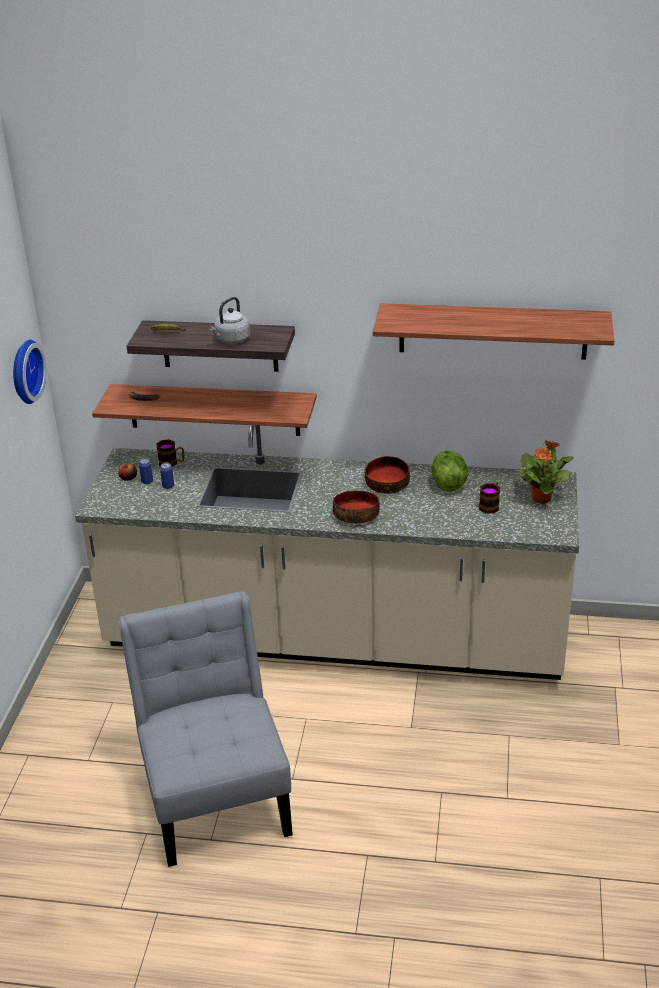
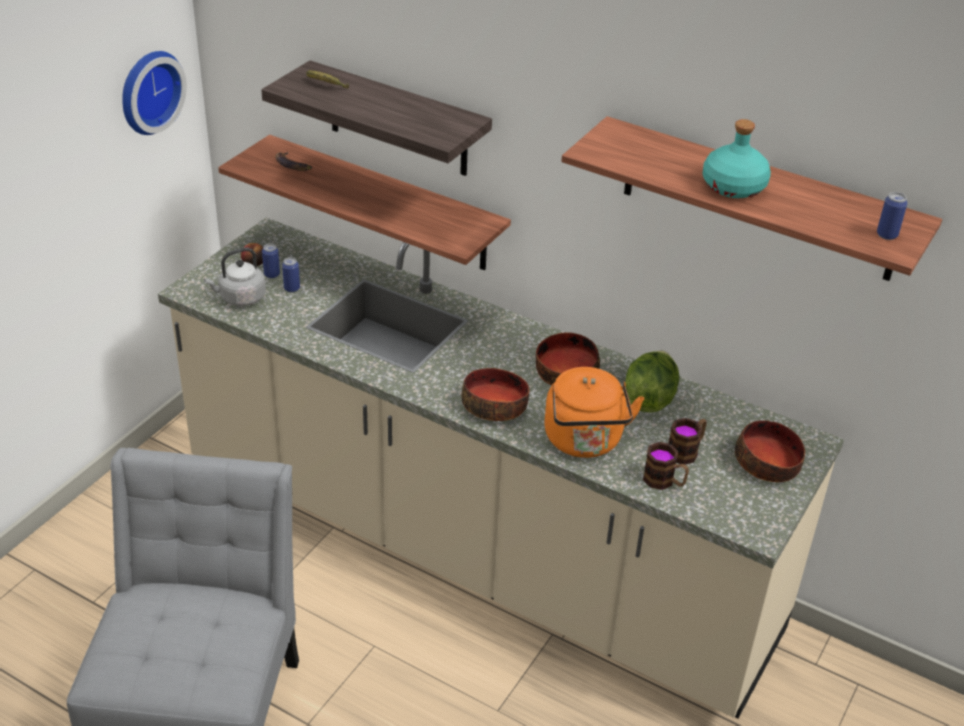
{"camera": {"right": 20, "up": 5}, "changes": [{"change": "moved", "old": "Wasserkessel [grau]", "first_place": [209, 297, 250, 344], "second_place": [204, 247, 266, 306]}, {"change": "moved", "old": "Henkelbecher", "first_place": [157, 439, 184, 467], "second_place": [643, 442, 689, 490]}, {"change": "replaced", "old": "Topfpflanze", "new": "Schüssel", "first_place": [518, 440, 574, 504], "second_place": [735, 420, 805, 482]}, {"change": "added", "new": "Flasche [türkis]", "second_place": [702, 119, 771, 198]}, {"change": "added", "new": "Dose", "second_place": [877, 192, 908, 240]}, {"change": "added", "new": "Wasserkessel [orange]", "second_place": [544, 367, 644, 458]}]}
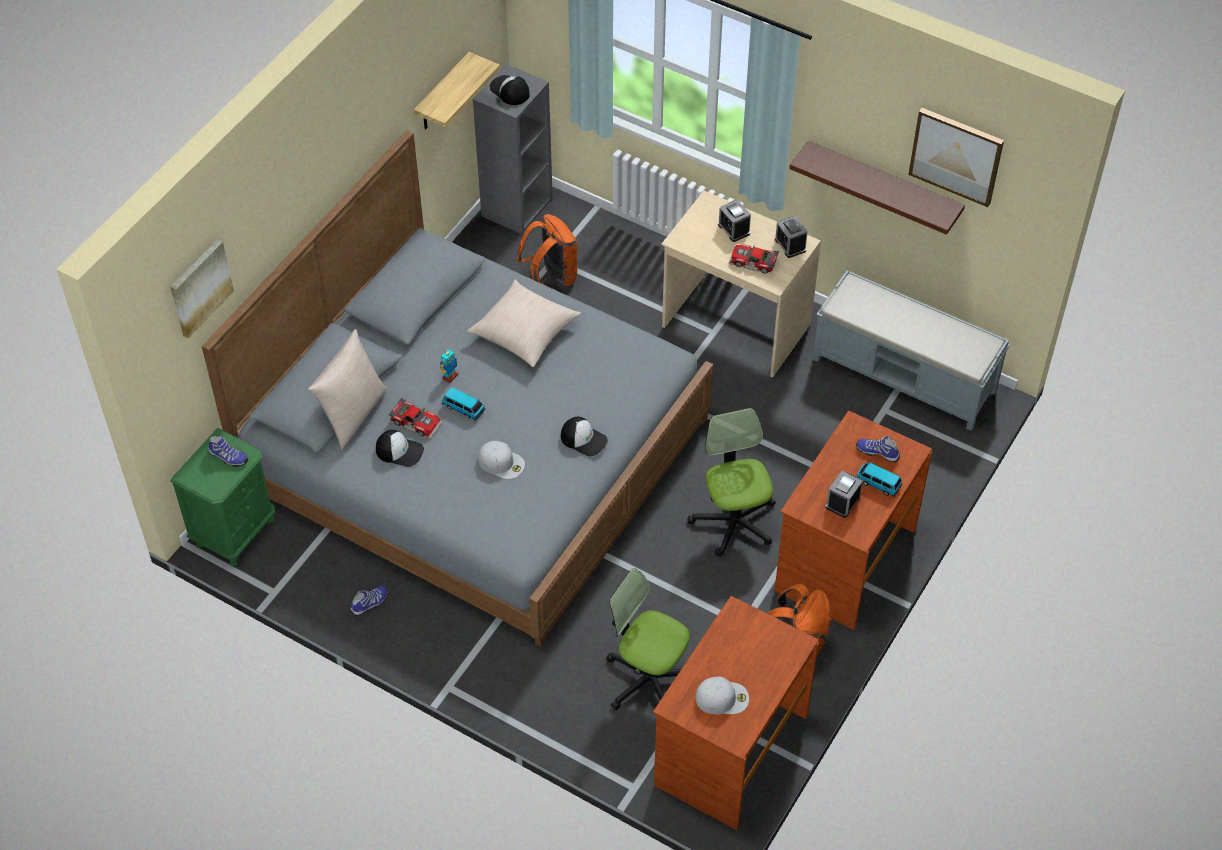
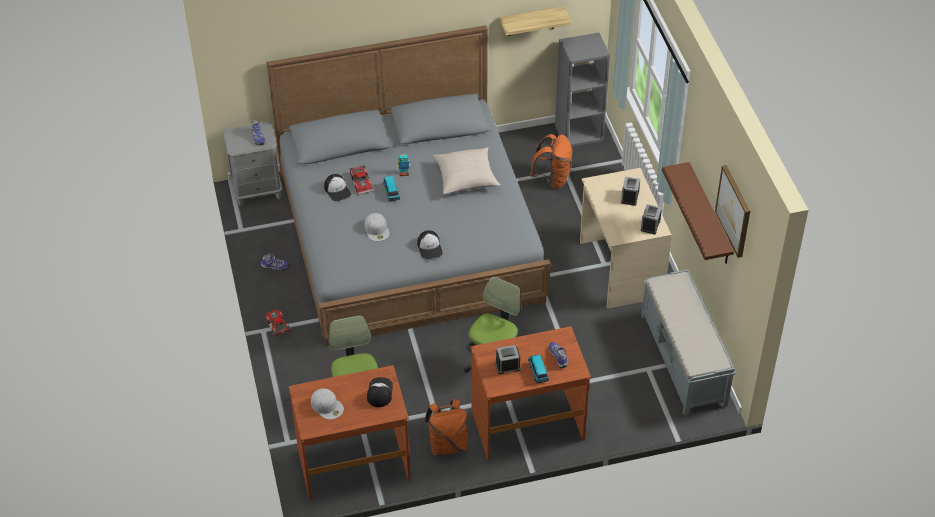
{"camera": {"right": 45, "up": -5}, "changes": [{"change": "moved", "old": "Kappe", "first_place": [490, 75, 530, 105], "second_place": [367, 377, 393, 407]}, {"change": "removed", "old": "Bild", "first_place": [170, 239, 234, 339]}, {"change": "moved", "old": "Spielzeugauto", "first_place": [729, 244, 779, 274], "second_place": [264, 309, 291, 336]}, {"change": "removed", "old": "Kissen [beige]", "first_place": [308, 329, 387, 449]}, {"change": "recoloured", "old": "Nachttisch [grün]", "new": "Nachttisch [grau]", "first_place": [170, 428, 275, 566], "second_place": [223, 122, 283, 206]}]}
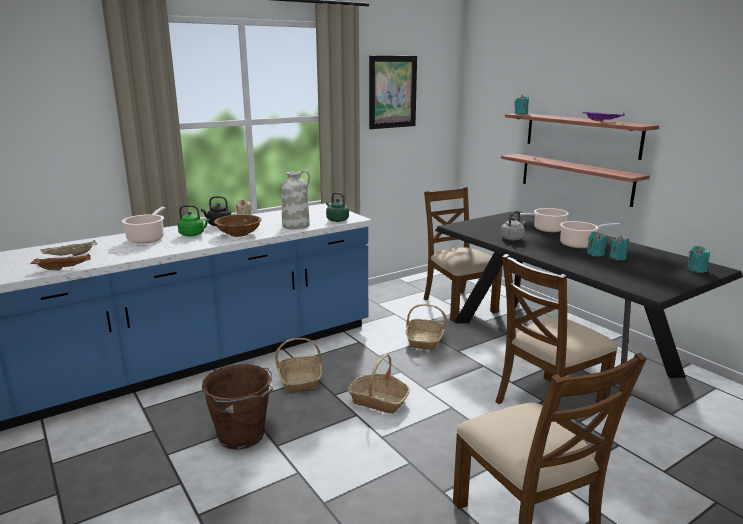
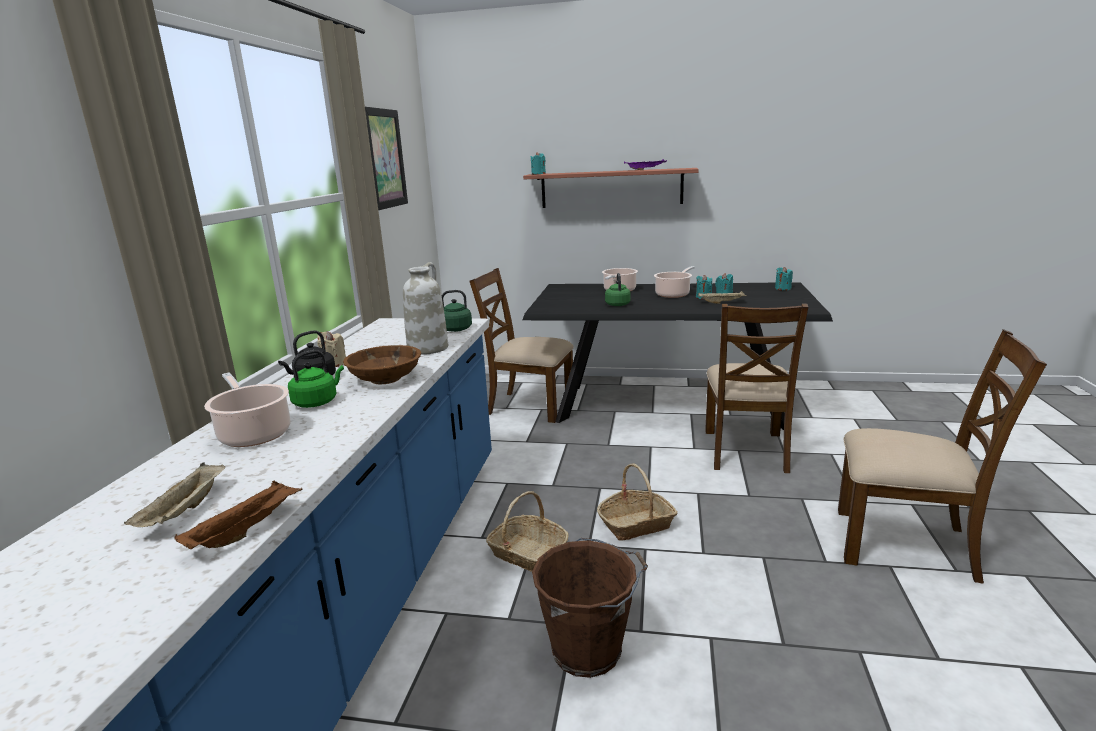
{"camera": {"right": -45, "up": 0}, "changes": [{"change": "removed", "old": "Wandregal", "first_place": [501, 154, 650, 207]}, {"change": "recoloured", "old": "Wasserkessel [grau]", "new": "Wasserkessel [grün]", "first_place": [501, 211, 526, 241], "second_place": [605, 273, 631, 306]}, {"change": "removed", "old": "Korb", "first_place": [406, 304, 447, 350]}, {"change": "added", "new": "Tablett [beige]", "second_place": [698, 291, 747, 304]}]}
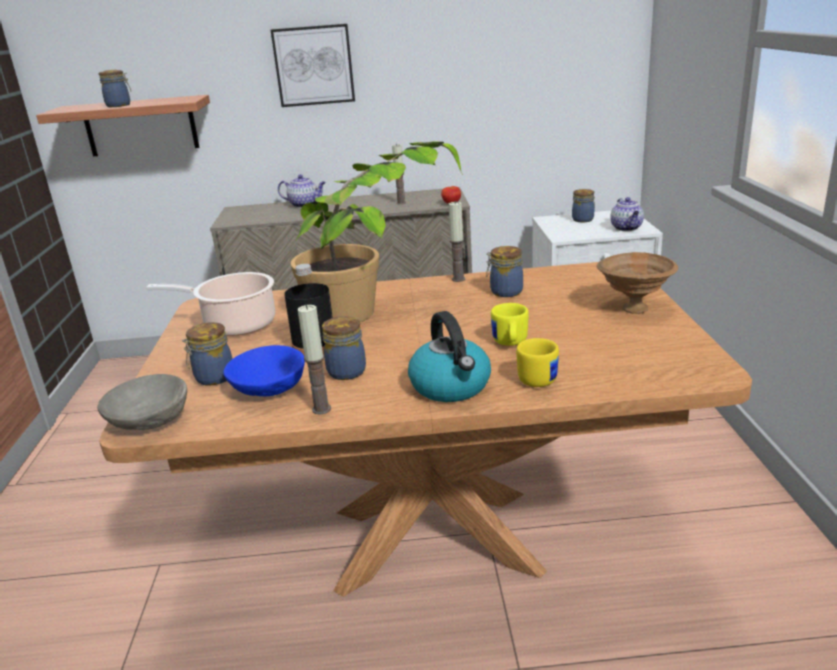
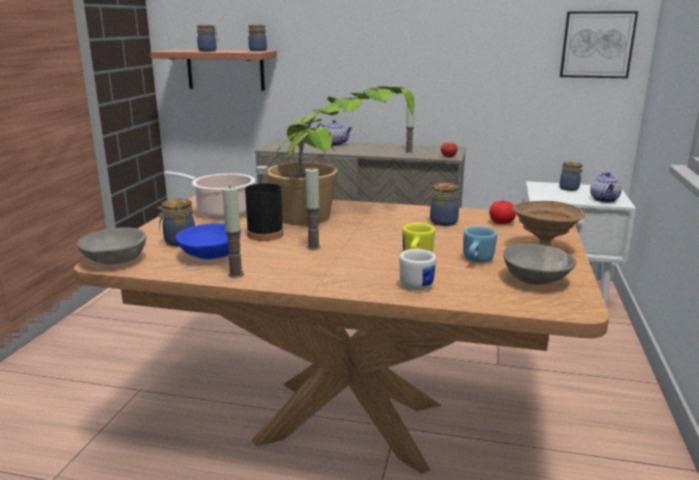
{"camera": {"right": 15, "up": -5}, "changes": [{"change": "moved", "old": "Bild", "first_place": [271, 24, 355, 107], "second_place": [560, 11, 638, 78]}, {"change": "moved", "old": "Kerze", "first_place": [449, 201, 465, 282], "second_place": [305, 168, 321, 250]}, {"change": "removed", "old": "Wasserkessel", "first_place": [408, 311, 491, 402]}, {"change": "moved", "old": "Vorratsglas", "first_place": [322, 316, 366, 380], "second_place": [248, 24, 267, 51]}, {"change": "recoloured", "old": "Henkelbecher [gelb]", "new": "Henkelbecher [weiß]", "first_place": [516, 338, 559, 387], "second_place": [399, 249, 436, 290]}, {"change": "added", "new": "Tomate", "second_place": [489, 200, 516, 224]}, {"change": "added", "new": "Henkelbecher [blau]", "second_place": [463, 226, 497, 263]}, {"change": "added", "new": "Schüssel [grau]", "second_place": [503, 244, 576, 285]}]}
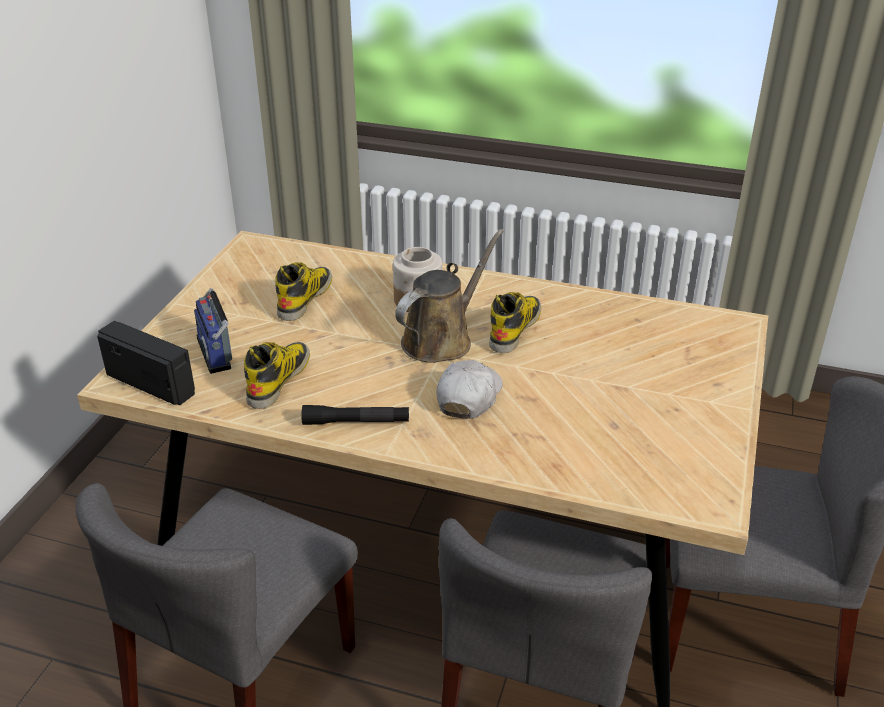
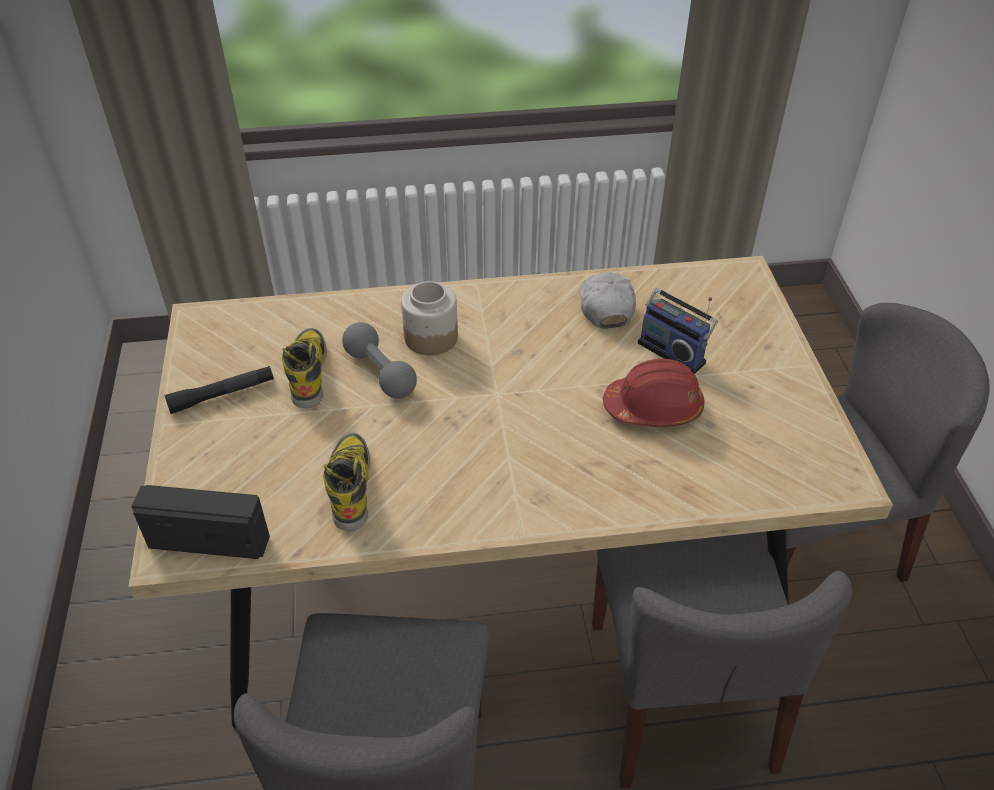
{"camera": {"right": -25, "up": 10}, "changes": [{"change": "removed", "old": "Gießkanne [braun]", "first_place": [395, 229, 504, 363]}, {"change": "moved", "old": "Radio", "first_place": [194, 288, 232, 374], "second_place": [638, 288, 718, 374]}, {"change": "removed", "old": "Stiefel", "first_place": [489, 292, 541, 353]}, {"change": "moved", "old": "Kappe [weiß]", "first_place": [436, 360, 503, 419], "second_place": [580, 272, 636, 328]}, {"change": "moved", "old": "Taschenlampe [schwarz]", "first_place": [302, 405, 409, 425], "second_place": [164, 366, 274, 414]}, {"change": "added", "new": "Hantel [grau]", "second_place": [342, 322, 417, 398]}, {"change": "added", "new": "Schutzhelm [rot]", "second_place": [603, 358, 705, 427]}]}
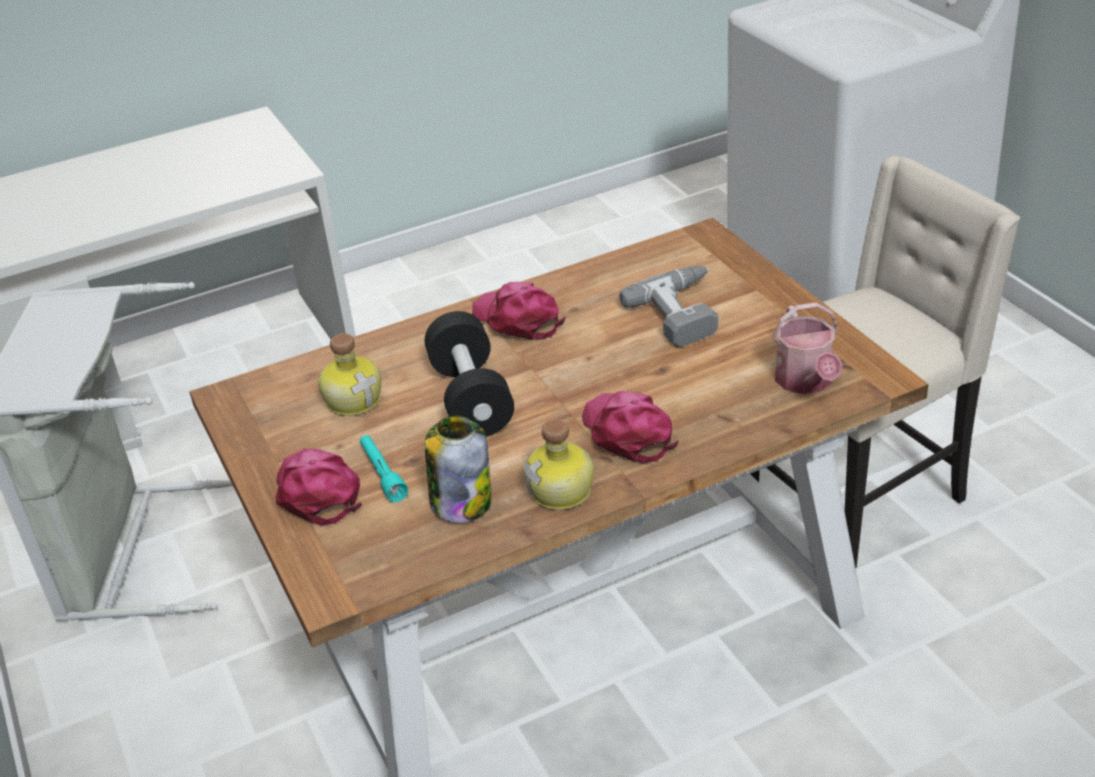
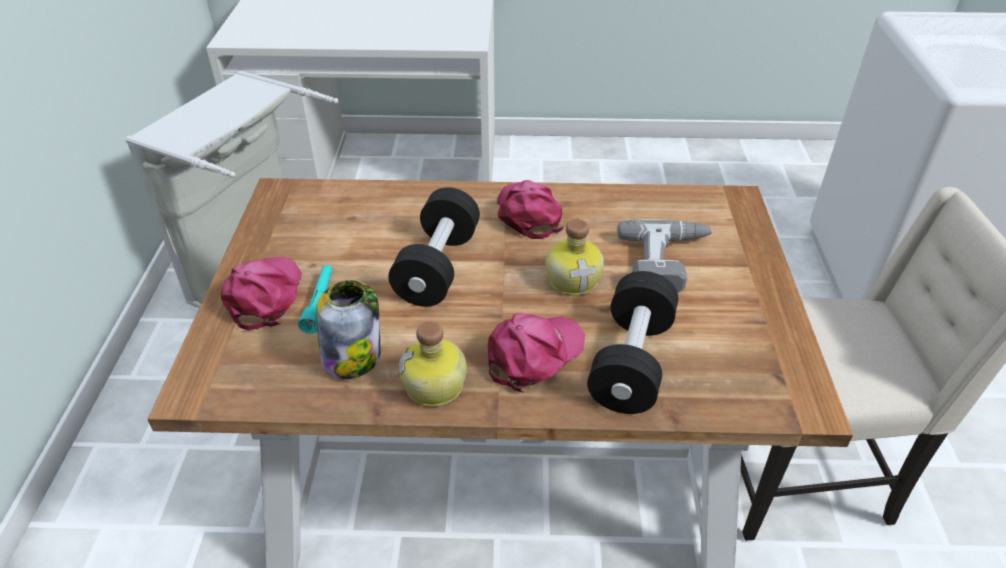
{"camera": {"right": 25, "up": 5}, "changes": [{"change": "removed", "old": "Gießkanne", "first_place": [773, 302, 843, 394]}, {"change": "moved", "old": "Flasche", "first_place": [318, 333, 381, 416], "second_place": [546, 219, 604, 295]}, {"change": "turned", "old": "Kappe [rosa]", "first_place": [582, 391, 678, 463], "second_place": [488, 313, 585, 393], "degrees": 45}, {"change": "added", "new": "Hantel [schwarz]", "second_place": [587, 271, 678, 414]}]}
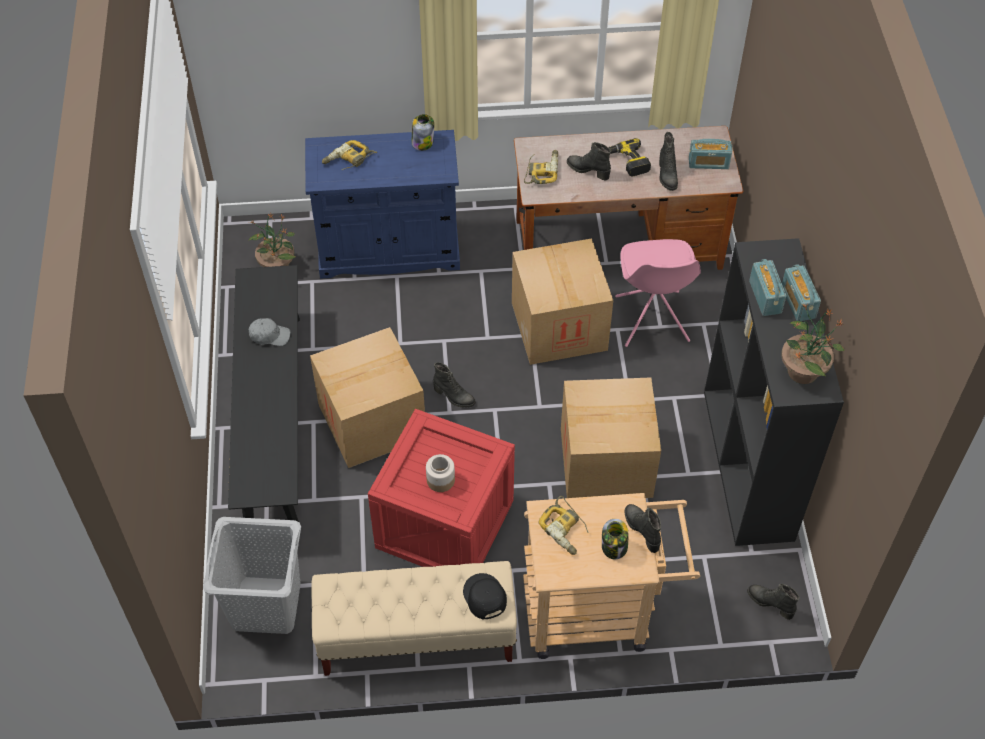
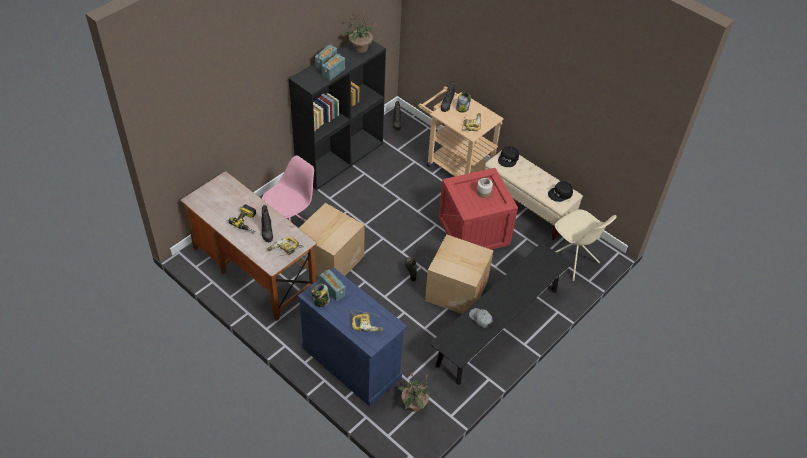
{"camera": {"right": -135, "up": -5}, "changes": [{"change": "removed", "old": "Stiefel [schwarz]", "first_place": [659, 132, 678, 191]}, {"change": "moved", "old": "Radio", "first_place": [689, 139, 733, 169], "second_place": [320, 270, 346, 301]}, {"change": "removed", "old": "Karton", "first_place": [561, 377, 661, 498]}, {"change": "replaced", "old": "Wäschekorb [grau]", "new": "Stuhl [beige]", "first_place": [203, 517, 301, 634], "second_place": [555, 210, 617, 281]}, {"change": "added", "new": "Kappe [schwarz]", "second_place": [548, 181, 573, 202]}]}
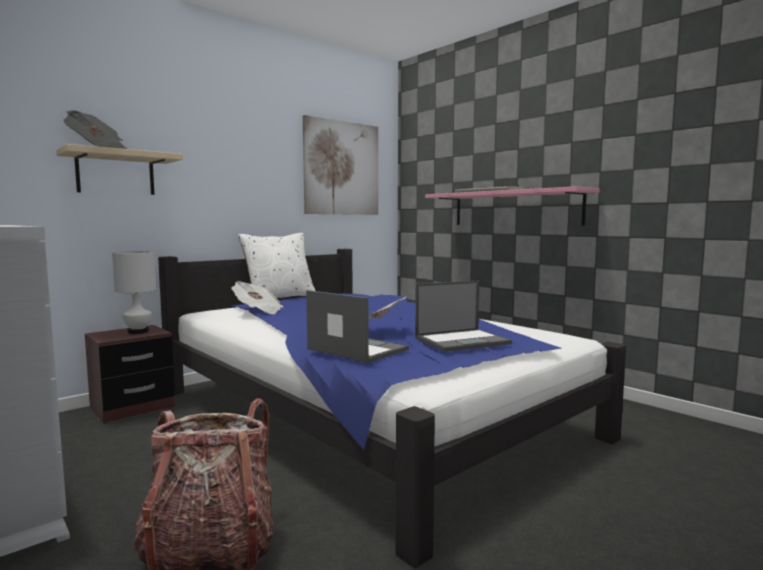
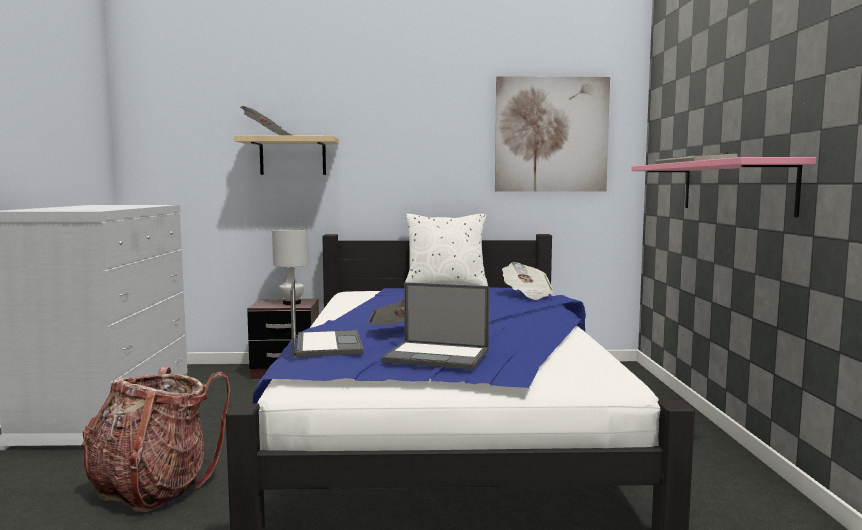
{"camera": {"right": 40, "up": 0}, "changes": [{"change": "moved", "old": "Zeitung", "first_place": [231, 281, 284, 314], "second_place": [502, 262, 554, 300]}]}
